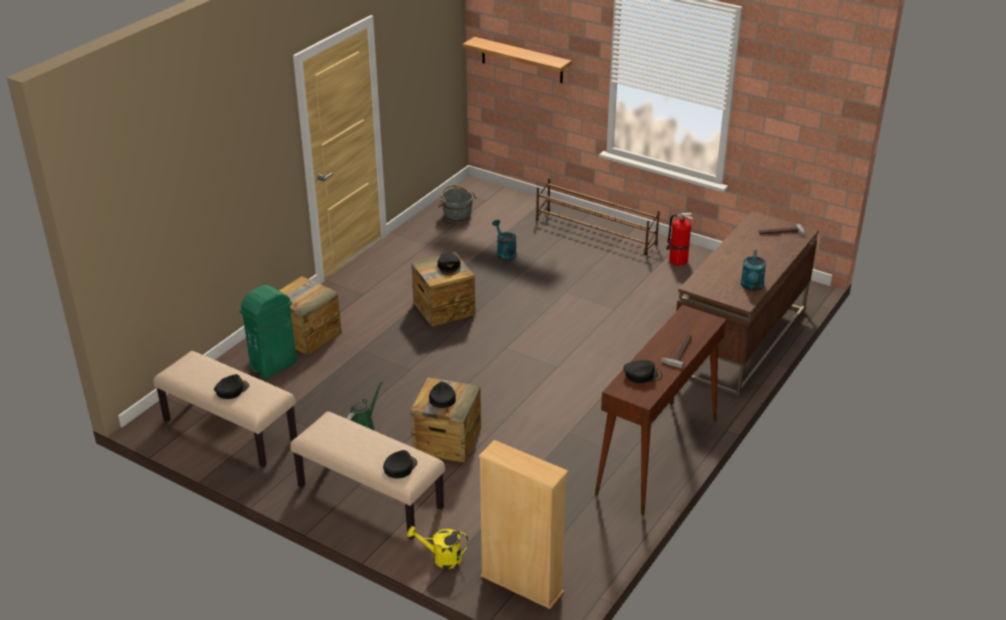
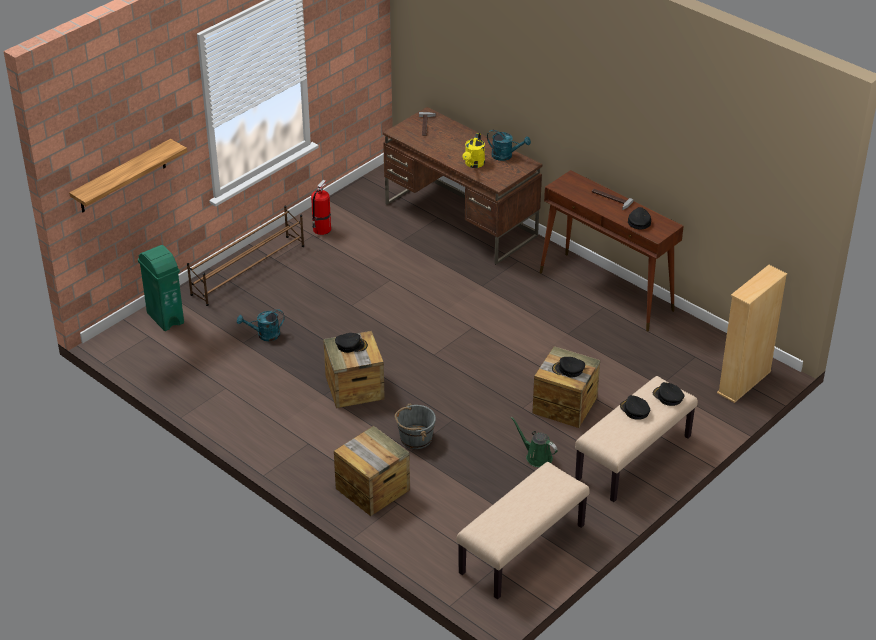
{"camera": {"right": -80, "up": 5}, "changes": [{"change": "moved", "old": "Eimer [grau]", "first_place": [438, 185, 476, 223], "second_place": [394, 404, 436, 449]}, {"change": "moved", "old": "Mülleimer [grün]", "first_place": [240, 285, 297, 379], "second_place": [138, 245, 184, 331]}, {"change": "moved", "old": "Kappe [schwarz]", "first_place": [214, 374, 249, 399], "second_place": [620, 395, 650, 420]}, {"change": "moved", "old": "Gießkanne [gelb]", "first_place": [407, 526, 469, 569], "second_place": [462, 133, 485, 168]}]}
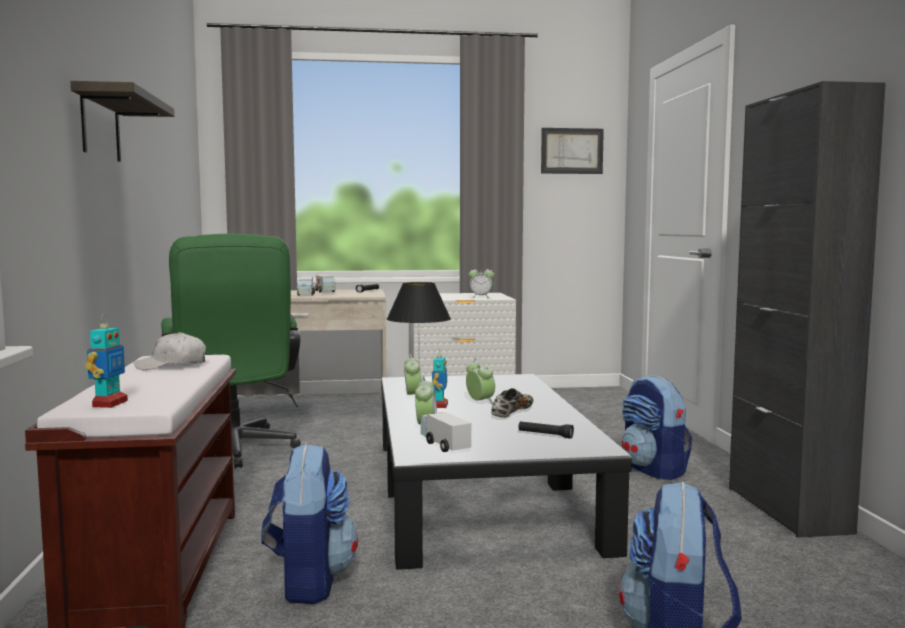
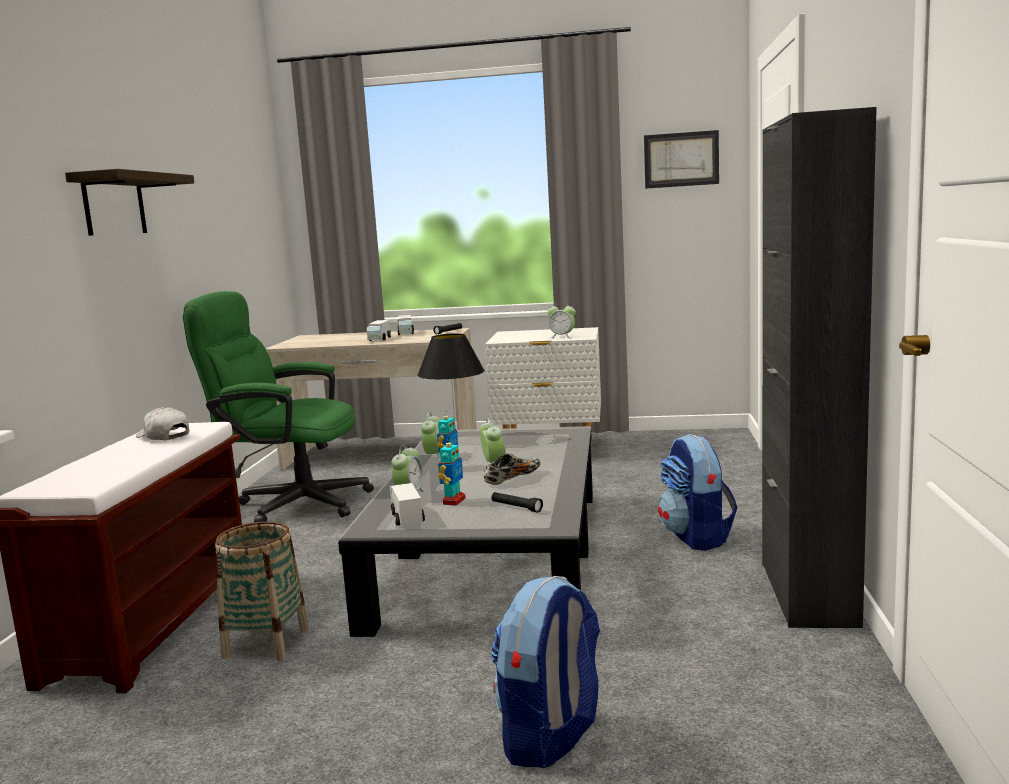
{"camera": {"right": 15, "up": 5}, "changes": [{"change": "turned", "old": "Bürostuhl [grün]", "first_place": [161, 234, 301, 468], "second_place": [183, 291, 374, 522], "degrees": 105}, {"change": "moved", "old": "Spielzeugroboter", "first_place": [85, 314, 128, 408], "second_place": [438, 437, 466, 506]}, {"change": "turned", "old": "Kappe [weiß]", "first_place": [134, 332, 206, 370], "second_place": [136, 407, 189, 440], "degrees": 45}, {"change": "replaced", "old": "Rucksack", "new": "Korb", "first_place": [261, 443, 358, 604], "second_place": [215, 521, 309, 661]}]}
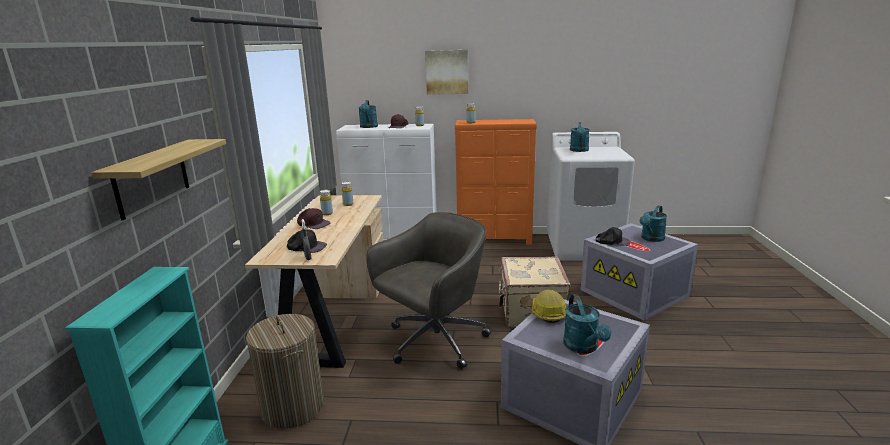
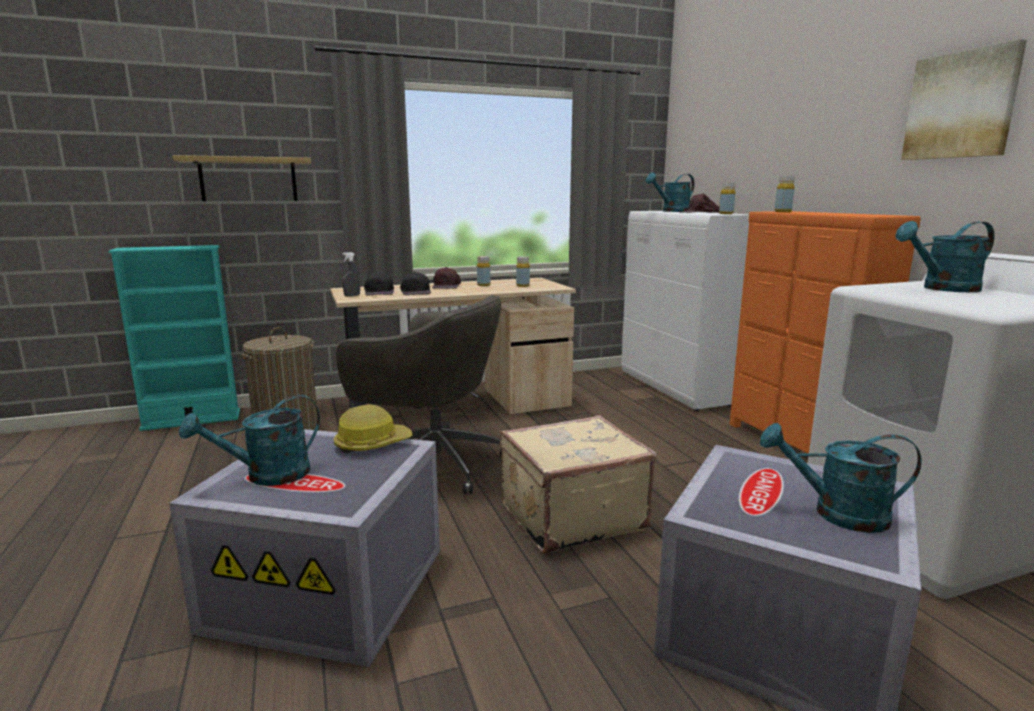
{"camera": {"right": 65, "up": -5}, "changes": [{"change": "moved", "old": "Bild", "first_place": [425, 50, 468, 95], "second_place": [901, 39, 1027, 160]}, {"change": "moved", "old": "Kappe [schwarz]", "first_place": [596, 227, 630, 245], "second_place": [400, 272, 431, 295]}]}
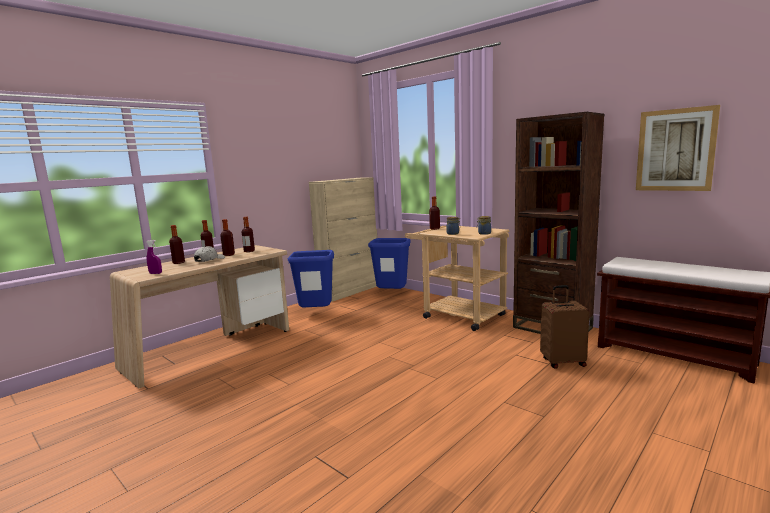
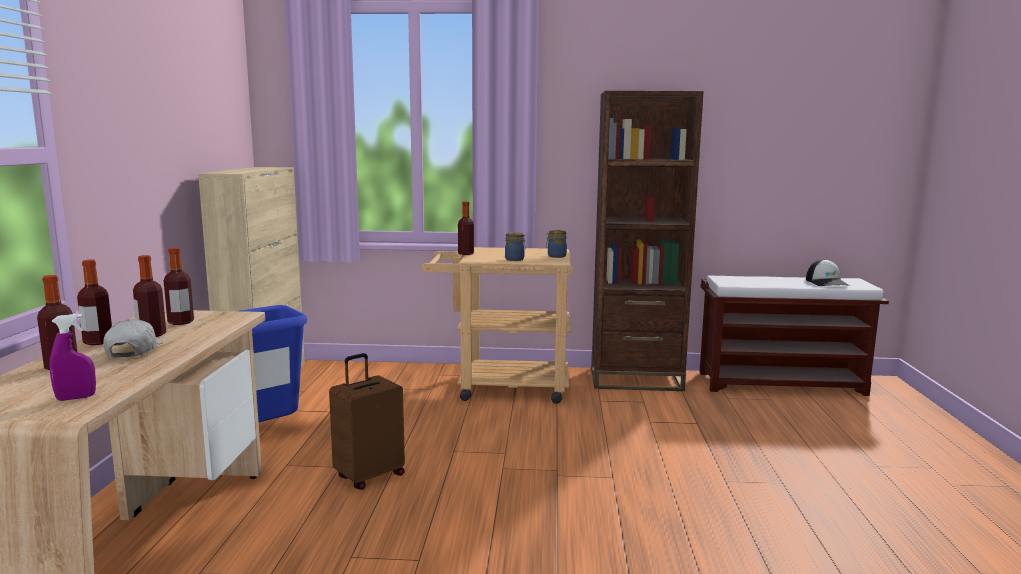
{"camera": {"right": -40, "up": 0}, "changes": [{"change": "removed", "old": "Bild", "first_place": [636, 105, 720, 191]}, {"change": "removed", "old": "Mülleimer [blau]", "first_place": [368, 238, 411, 289]}, {"change": "moved", "old": "Koffer [braun]", "first_place": [540, 285, 590, 369], "second_place": [329, 353, 405, 490]}, {"change": "added", "new": "Kappe", "second_place": [806, 259, 850, 286]}]}
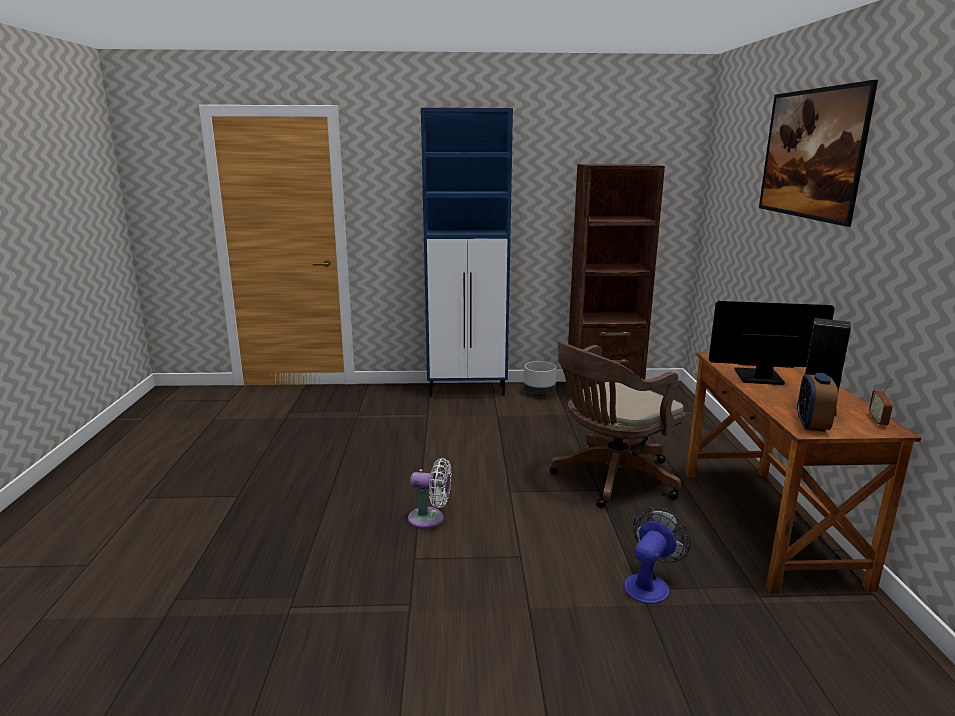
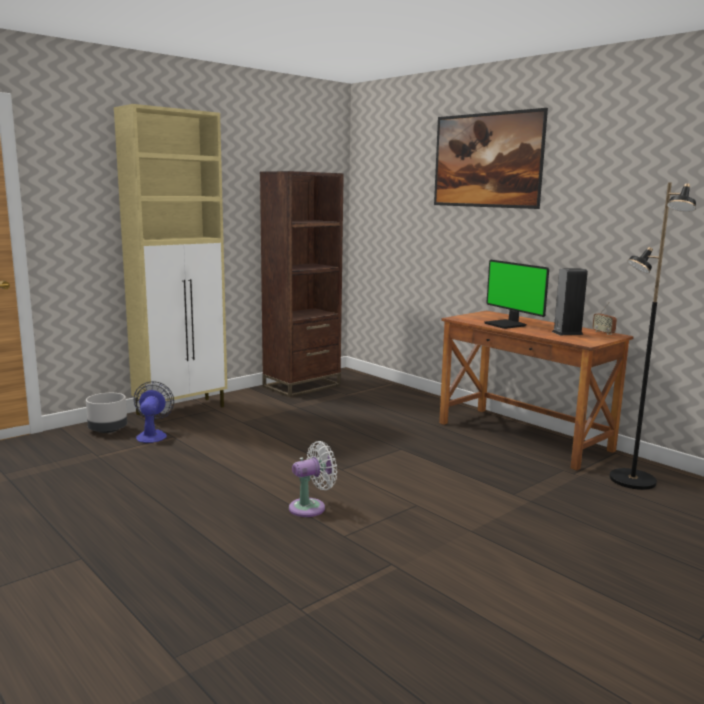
{"camera": {"right": -40, "up": -5}, "changes": [{"change": "recoloured", "old": "Schrank [blau]", "new": "Schrank [beige]", "first_place": [421, 108, 513, 397], "second_place": [114, 104, 227, 415]}, {"change": "turned", "old": "Monitor", "first_place": [709, 301, 834, 385], "second_place": [484, 260, 549, 329], "degrees": -90}, {"change": "removed", "old": "Bürostuhl [braun]", "first_place": [550, 342, 686, 508]}, {"change": "moved", "old": "Pflanzkübel [grau]", "first_place": [524, 361, 556, 396], "second_place": [86, 393, 127, 433]}, {"change": "removed", "old": "Wecker", "first_place": [797, 373, 838, 432]}, {"change": "moved", "old": "Ventilator", "first_place": [624, 507, 691, 604], "second_place": [134, 381, 174, 443]}, {"change": "added", "new": "Stehlampe [schwarz]", "second_place": [609, 182, 696, 490]}]}
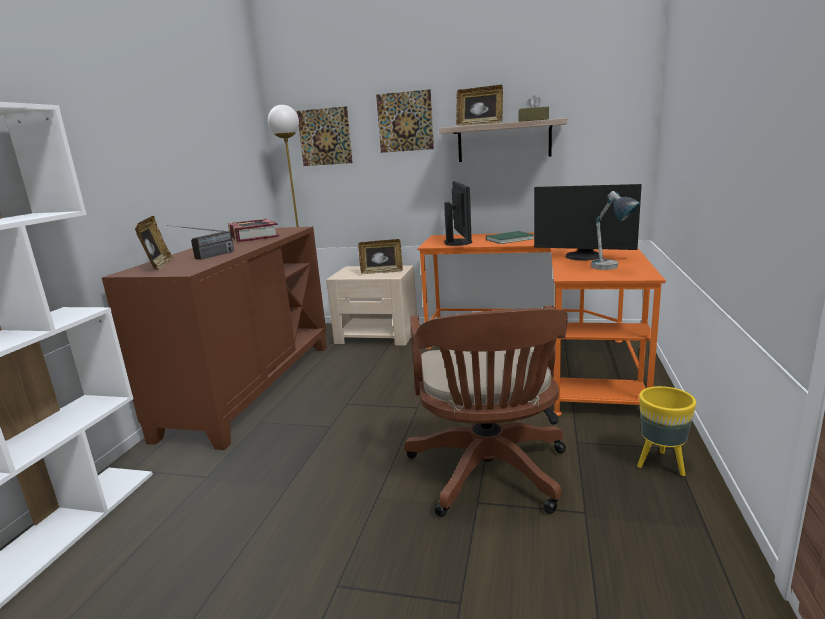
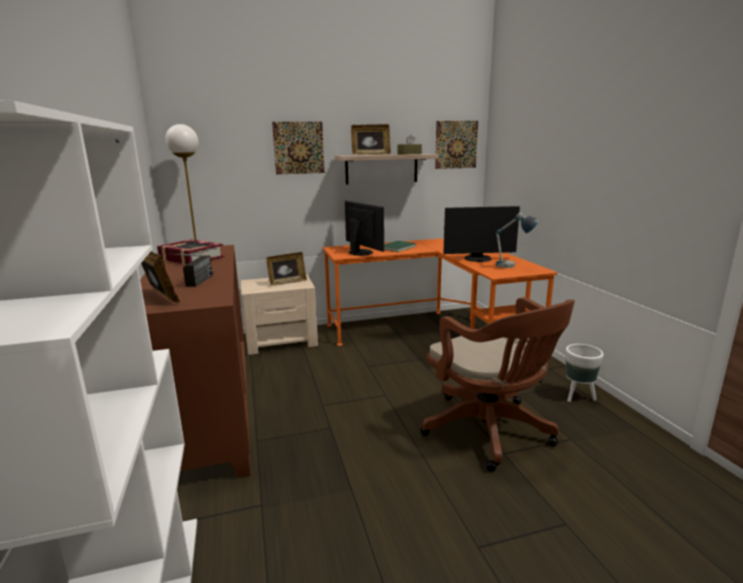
{"camera": {"right": -30, "up": 0}, "changes": [{"change": "moved", "old": "Bild", "first_place": [297, 106, 353, 166], "second_place": [435, 121, 478, 169]}, {"change": "recoloured", "old": "Pflanzkübel [gelb]", "new": "Pflanzkübel [weiß]", "first_place": [637, 386, 696, 476], "second_place": [566, 344, 604, 402]}]}
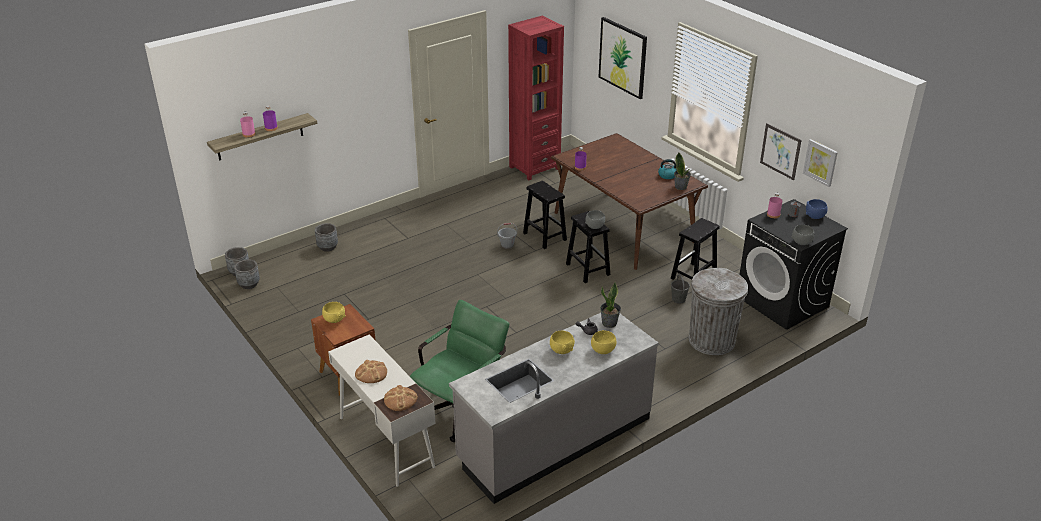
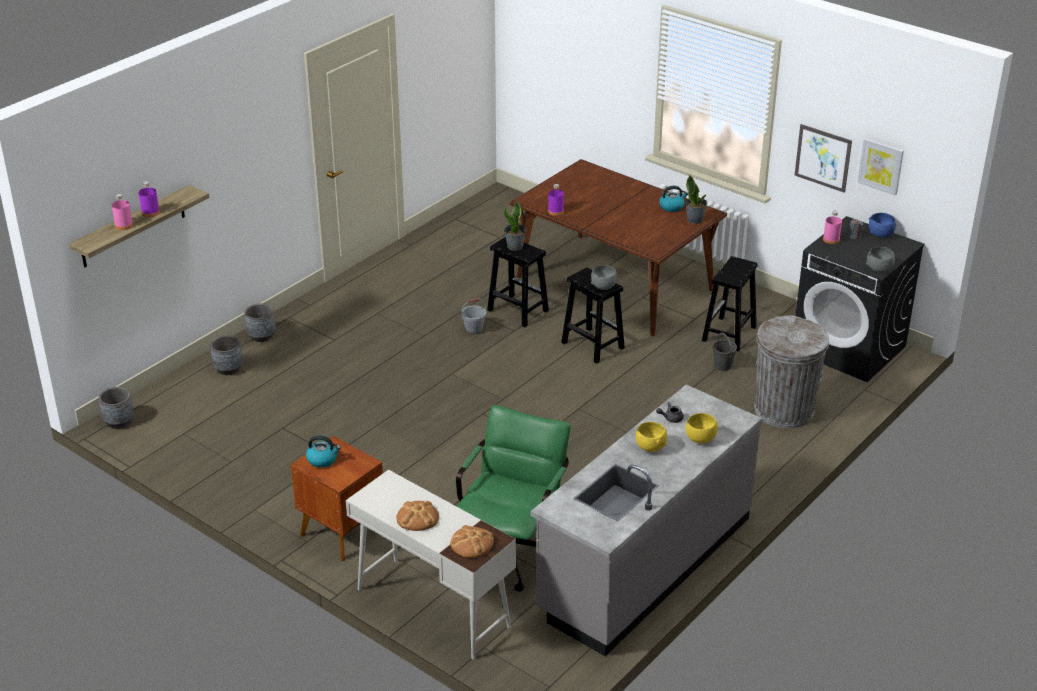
{"camera": {"right": -15, "up": 0}, "changes": [{"change": "removed", "old": "Bücherregal [rot]", "first_place": [508, 16, 564, 180]}, {"change": "removed", "old": "Bild", "first_place": [599, 17, 647, 99]}, {"change": "moved", "old": "Pflanzkübel [grau]", "first_place": [234, 259, 260, 289], "second_place": [244, 303, 276, 342]}, {"change": "moved", "old": "Topfpflanze", "first_place": [600, 281, 621, 328], "second_place": [504, 200, 526, 251]}, {"change": "replaced", "old": "Schüssel [gelb]", "new": "Wasserkessel", "first_place": [322, 302, 346, 323], "second_place": [306, 435, 341, 468]}]}
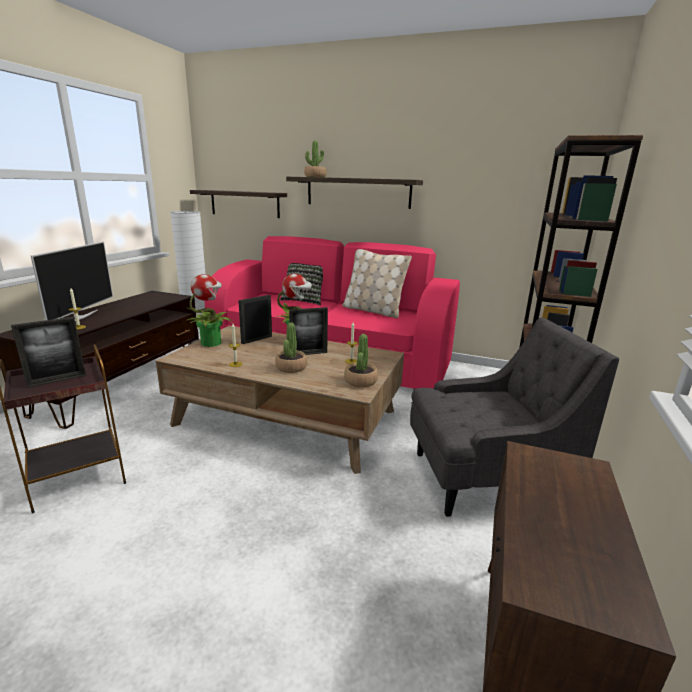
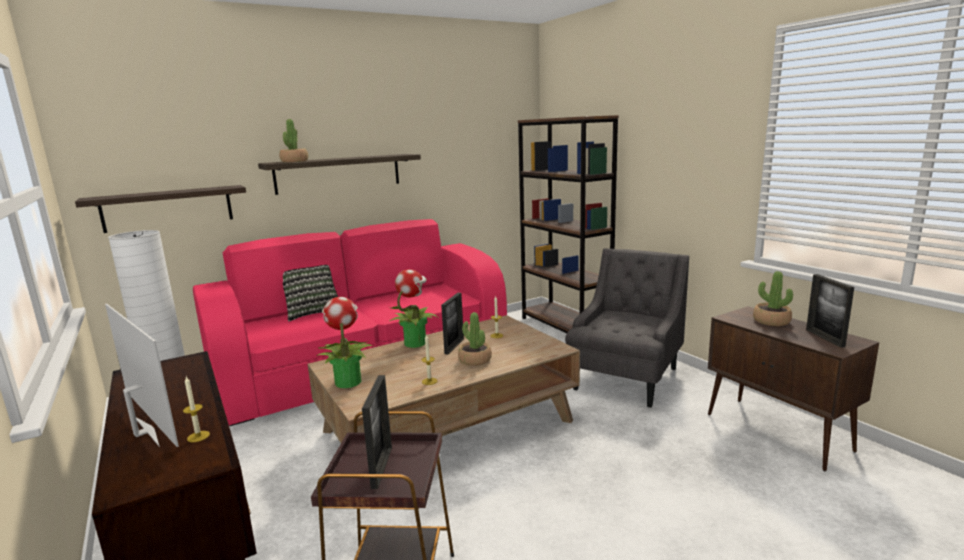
{"camera": {"right": -50, "up": -5}, "changes": [{"change": "removed", "old": "Kissen [beige]", "first_place": [342, 249, 412, 318]}, {"change": "moved", "old": "Bilderrahmen", "first_place": [238, 295, 272, 344], "second_place": [806, 274, 854, 348]}, {"change": "moved", "old": "Topfpflanze", "first_place": [344, 334, 378, 387], "second_place": [753, 271, 793, 326]}]}
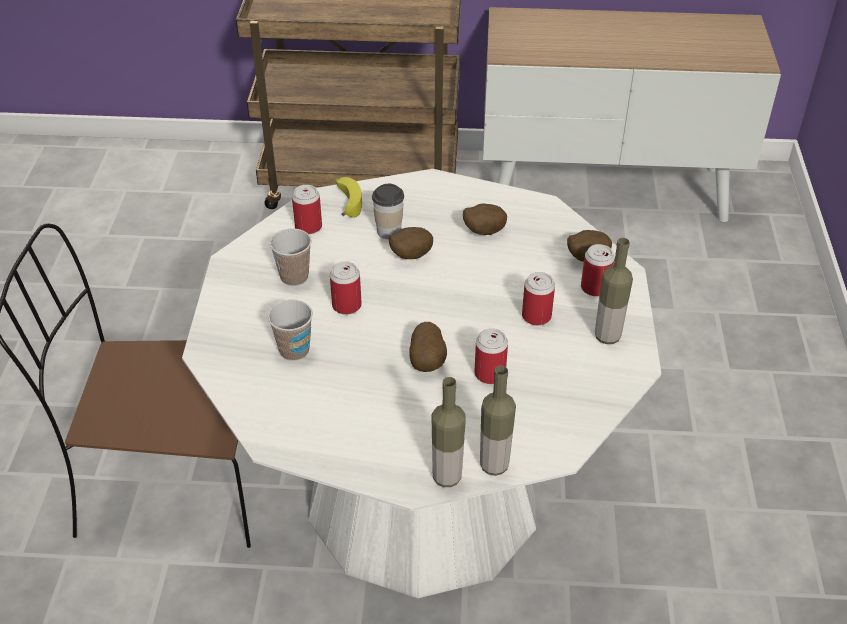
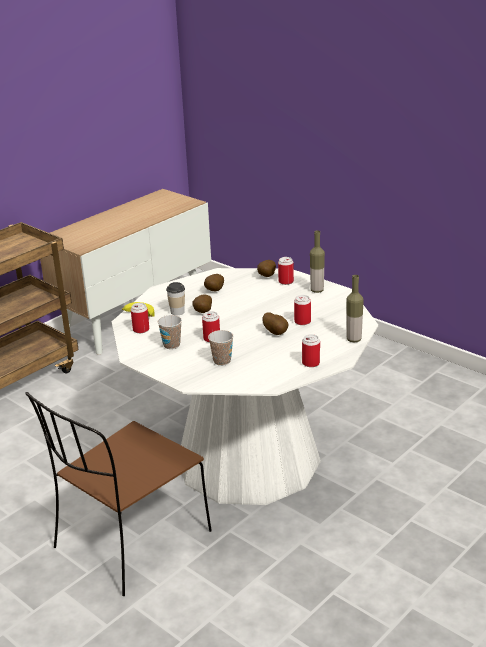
{"camera": {"right": -50, "up": -15}, "changes": [{"change": "moved", "old": "Dose", "first_place": [522, 272, 555, 325], "second_place": [302, 334, 320, 367]}, {"change": "removed", "old": "Flasche", "first_place": [432, 377, 466, 487]}]}
